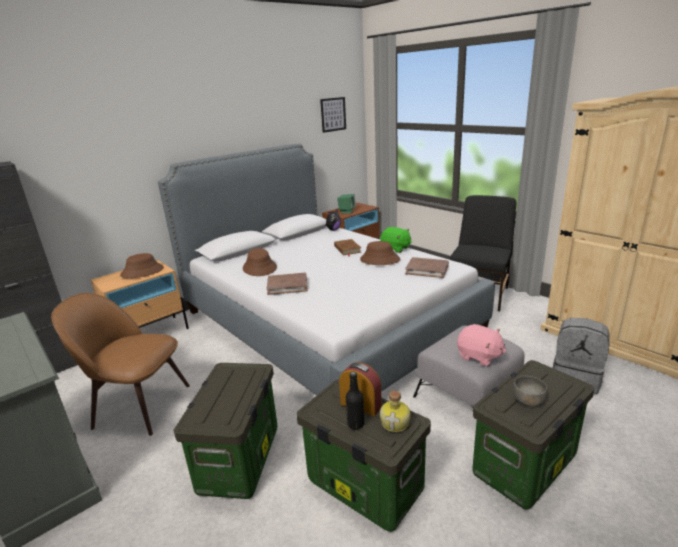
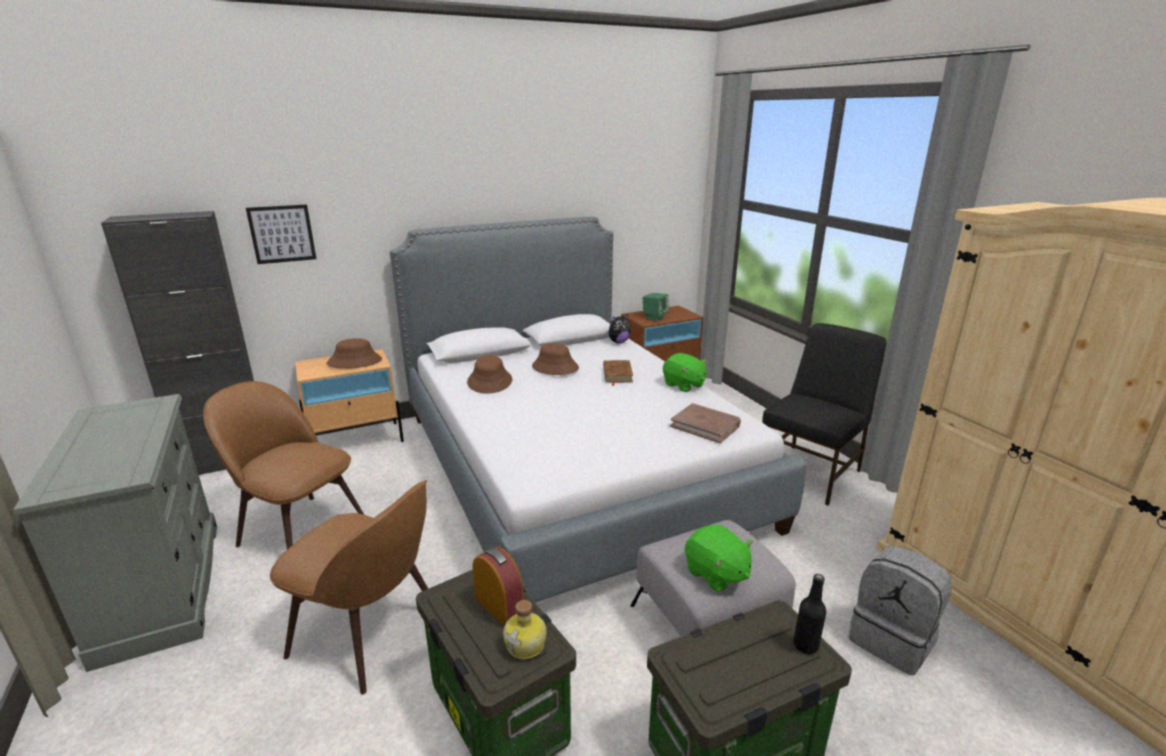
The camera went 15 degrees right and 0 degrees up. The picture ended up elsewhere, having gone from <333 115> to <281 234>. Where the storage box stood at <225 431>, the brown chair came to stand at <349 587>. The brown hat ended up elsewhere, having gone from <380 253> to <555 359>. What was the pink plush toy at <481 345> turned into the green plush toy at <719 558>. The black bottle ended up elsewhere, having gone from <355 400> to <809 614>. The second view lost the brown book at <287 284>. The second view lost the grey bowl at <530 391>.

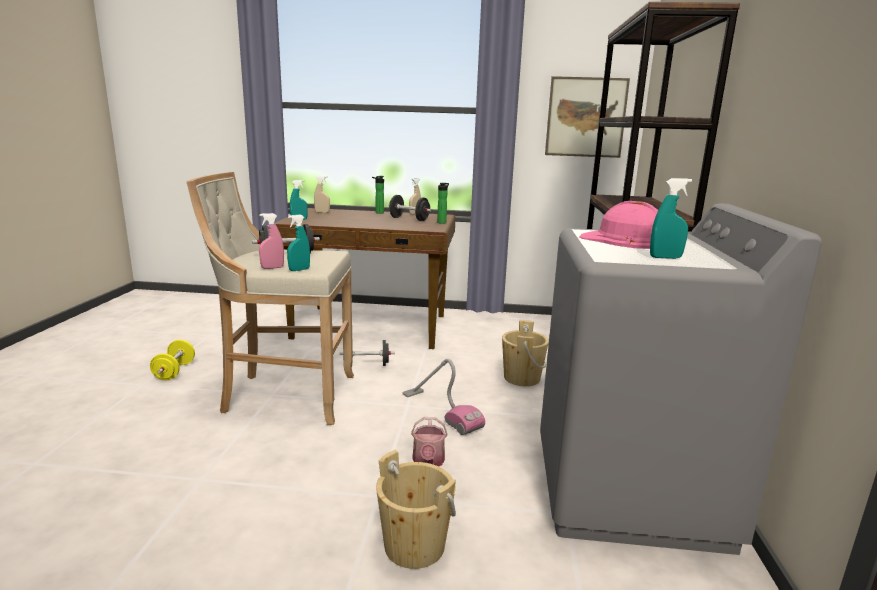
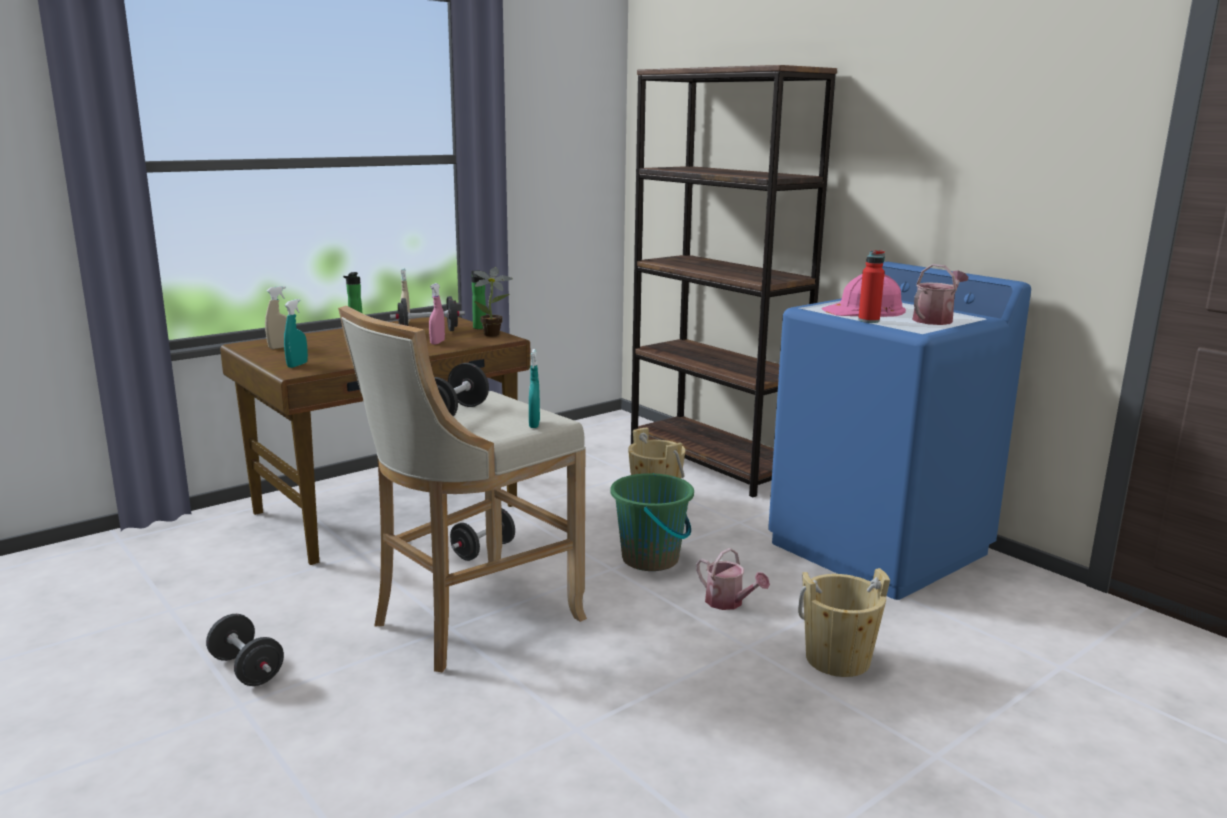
The camera went 45 degrees left and 0 degrees up. What was the yellow dumbbell at <172 360> turned into the black dumbbell at <245 650>. The pink spray bottle ended up elsewhere, having gone from <271 241> to <437 314>. The second view gained the potted plant at <493 301>. Where the vacuum cleaner stood at <444 397>, the green bucket came to stand at <652 522>. What was the grey washing machine at <681 379> turned into the blue washing machine at <899 431>. The second view gained the red bottle at <871 286>. Where the turquoise spray bottle stood at <671 218>, the watering can came to stand at <940 294>. The second view lost the picture at <587 117>.

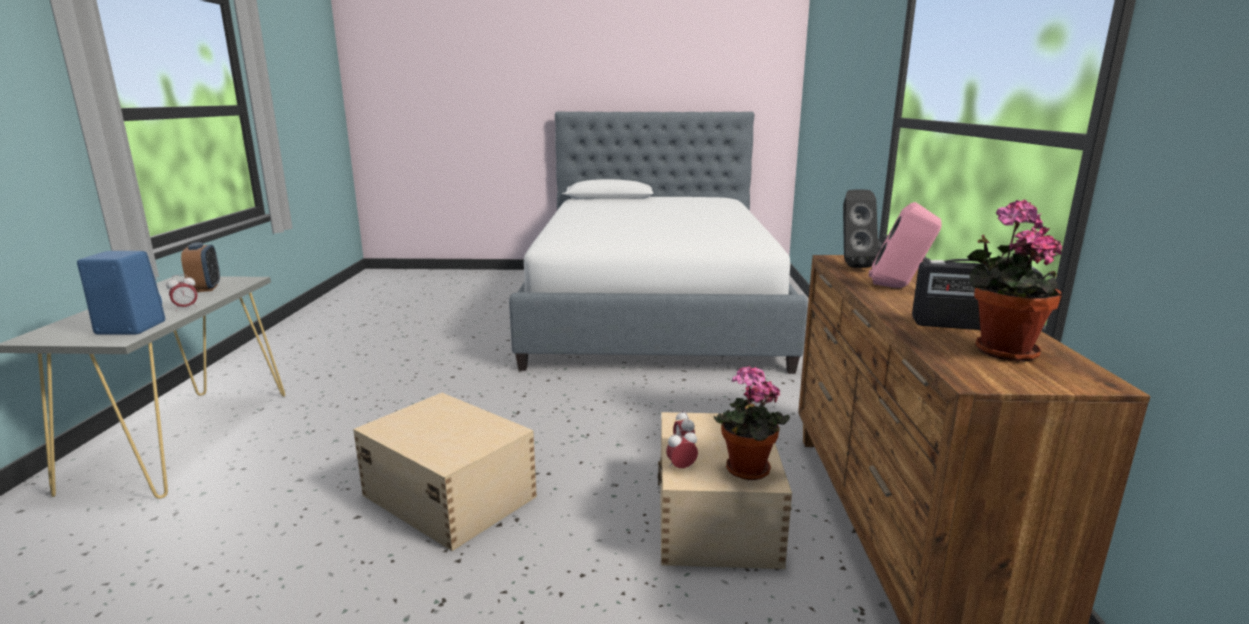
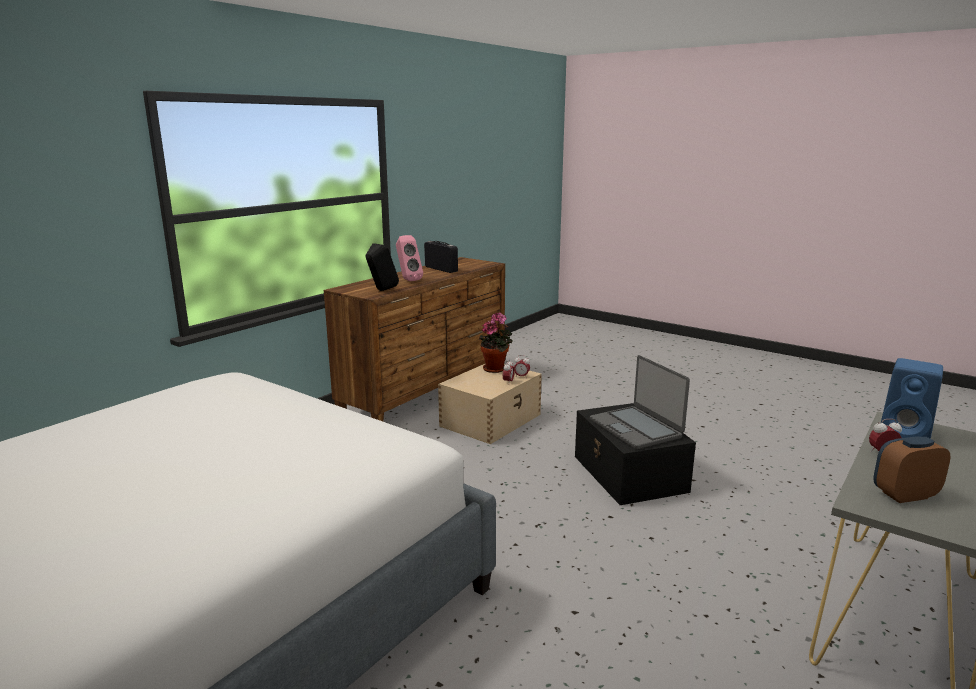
The camera went 145 degrees left and 0 degrees up. What was the beige storage box at <445 472> turned into the black storage box at <635 454>. The second view gained the laptop at <640 402>. The alarm clock at <200 267> ended up facing another way, 60 degrees clockwise from before. The second view lost the potted plant at <1014 281>.

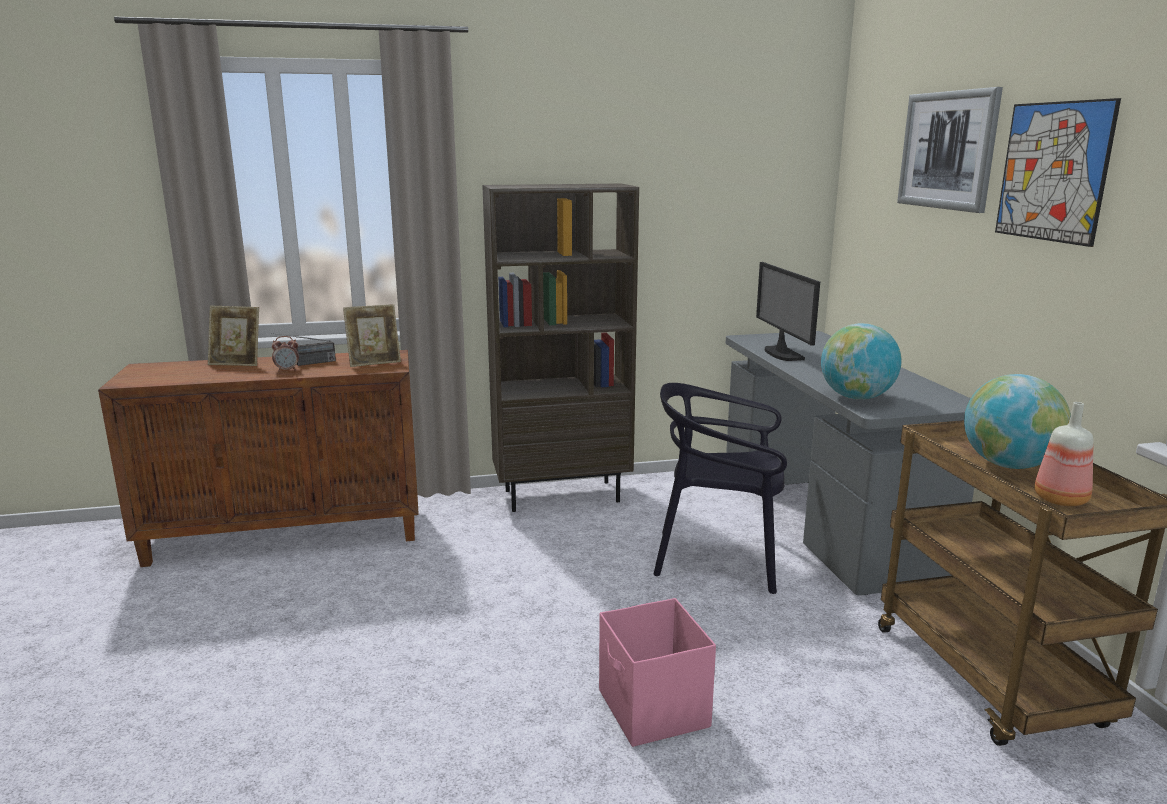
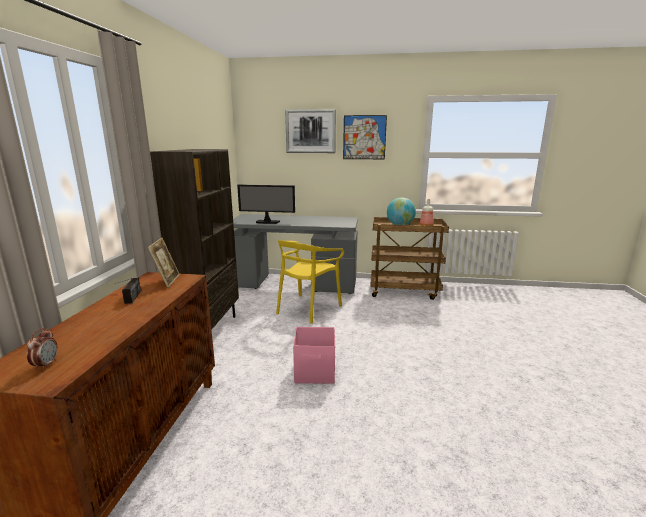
The camera went 70 degrees left and 0 degrees up. The alarm clock ended up elsewhere, having gone from <285 354> to <42 349>. What was the black chair at <720 488> turned into the yellow chair at <310 282>. The pink storage box ended up elsewhere, having gone from <657 672> to <314 355>. The second view lost the picture frame at <233 336>. The second view lost the globe at <861 361>.

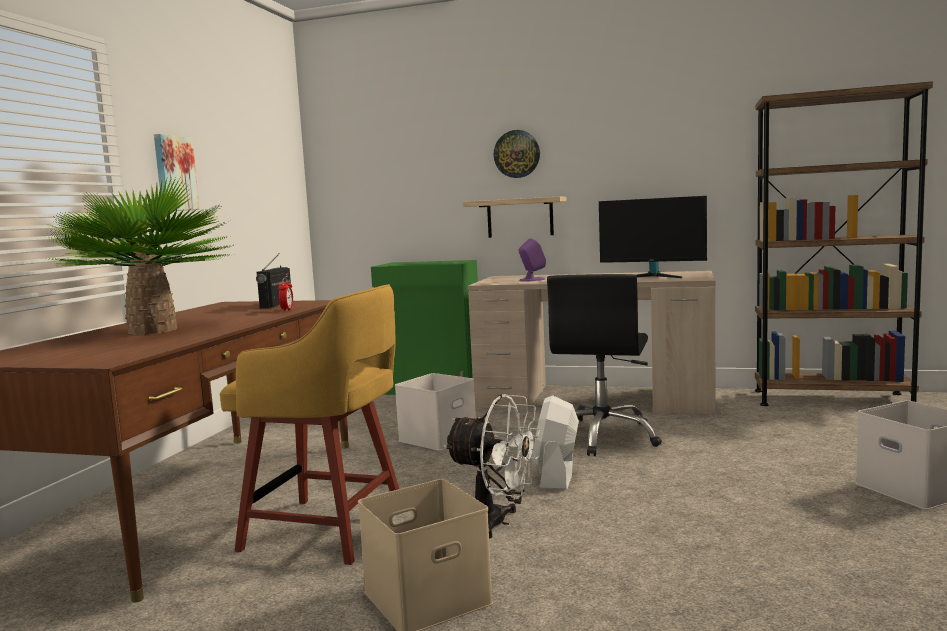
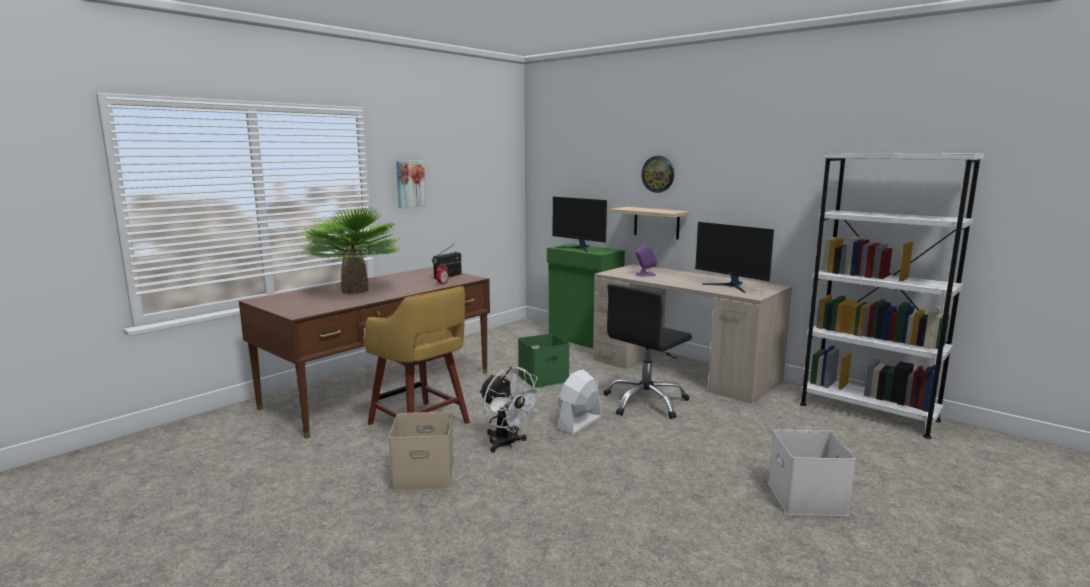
The camera went 25 degrees right and 5 degrees up. What was the white storage box at <435 412> turned into the green storage box at <544 360>. The second view gained the monitor at <579 224>. What was the brown bookcase at <844 243> turned into the white bookcase at <892 296>.

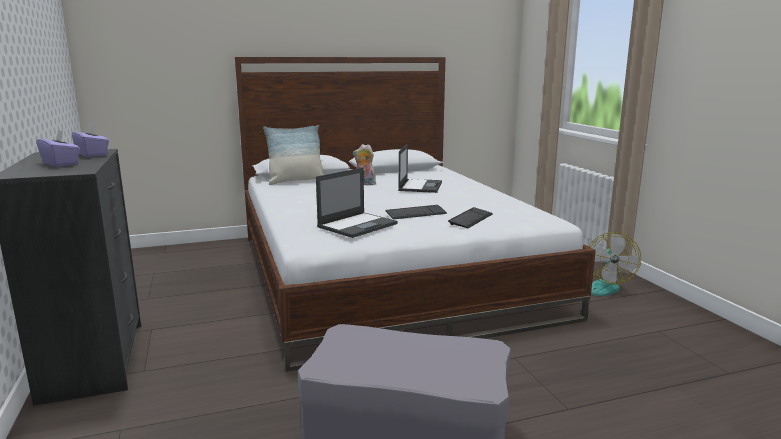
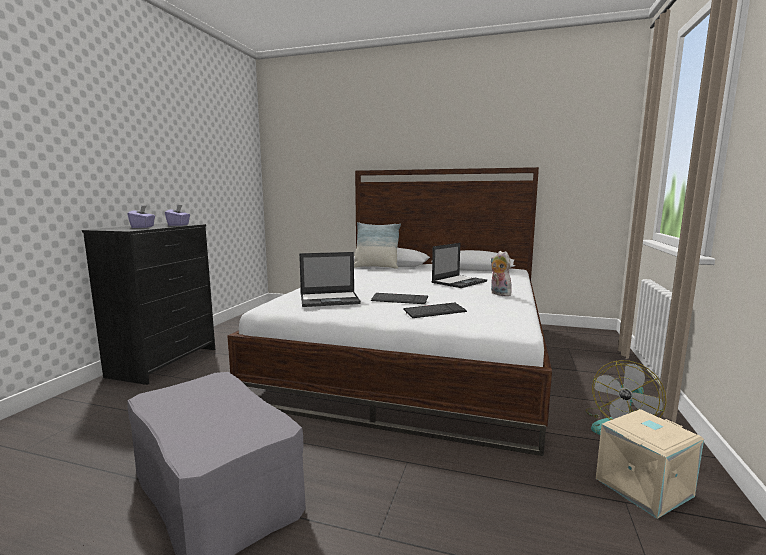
The camera went 35 degrees right and 5 degrees down. The plush toy ended up elsewhere, having gone from <364 164> to <501 273>. The second view gained the beige storage box at <650 464>.

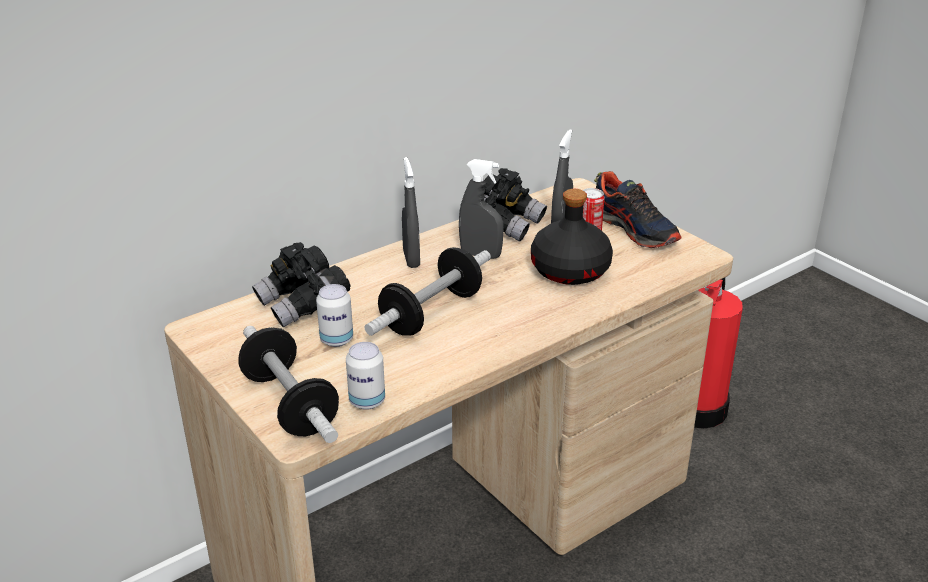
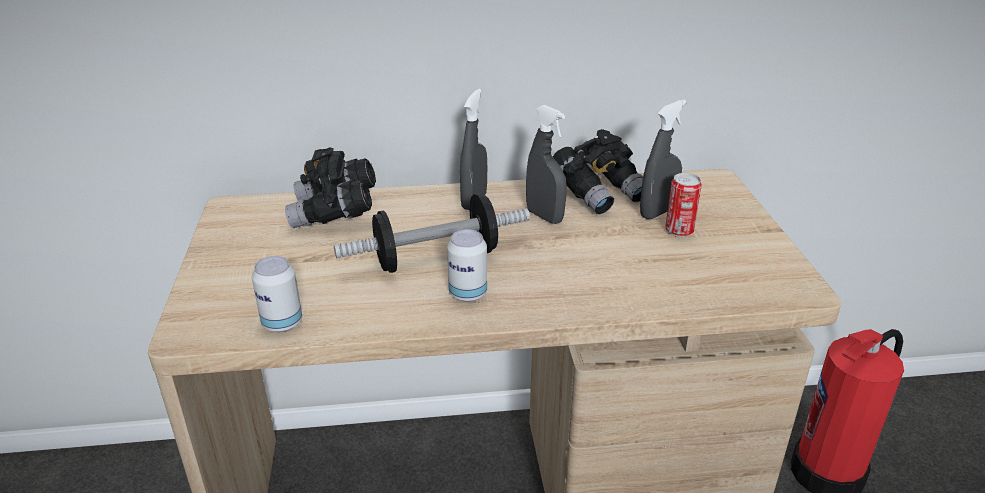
The camera went 30 degrees right and 0 degrees up. The can ended up elsewhere, having gone from <334 315> to <467 265>. The second view lost the dumbbell at <288 384>. The second view lost the black bottle at <572 237>. The second view lost the shoe at <637 209>.

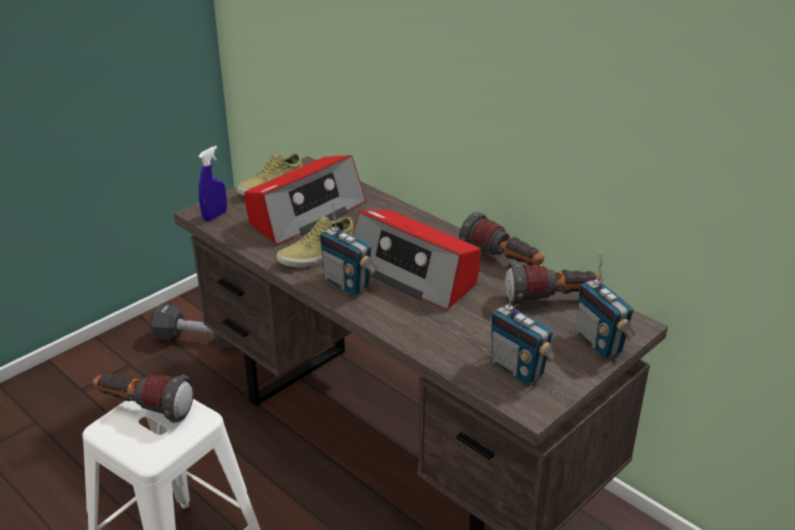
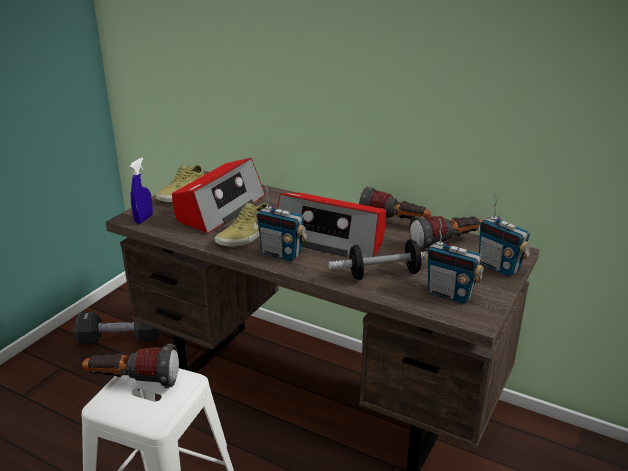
The camera went 15 degrees left and 5 degrees down. The second view gained the dumbbell at <377 259>.

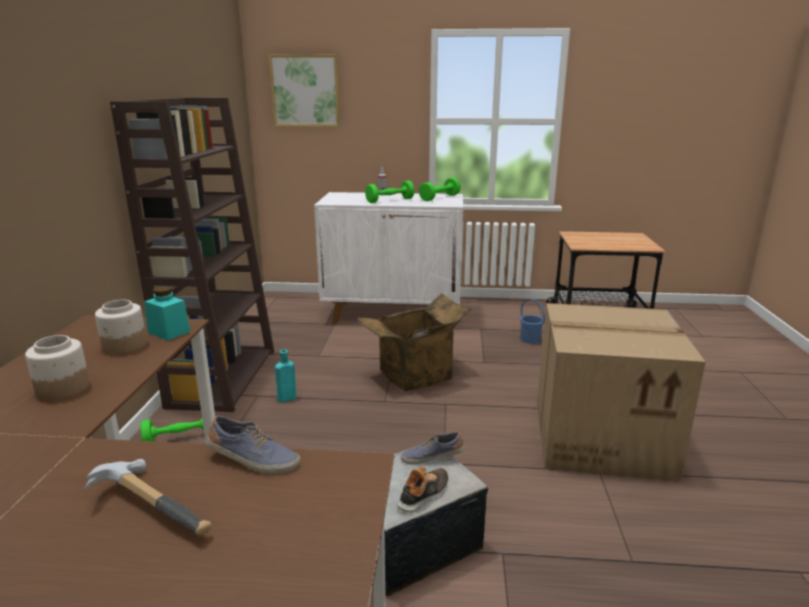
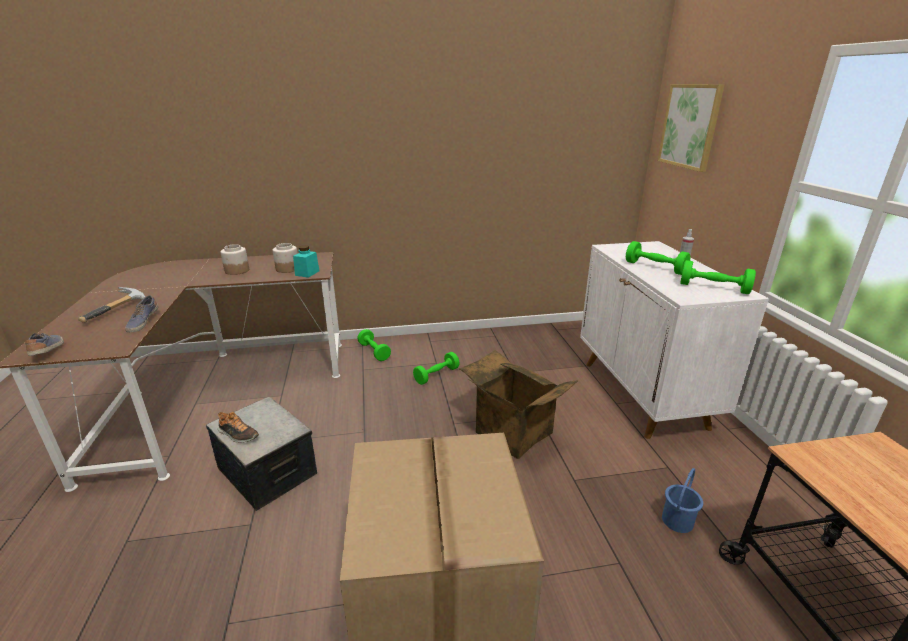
The camera went 75 degrees right and 5 degrees up. The shoe ended up elsewhere, having gone from <433 448> to <44 344>. Where the turquoise bottle stood at <286 376>, the green dumbbell came to stand at <436 368>. The second view lost the brown bookcase at <192 255>.

